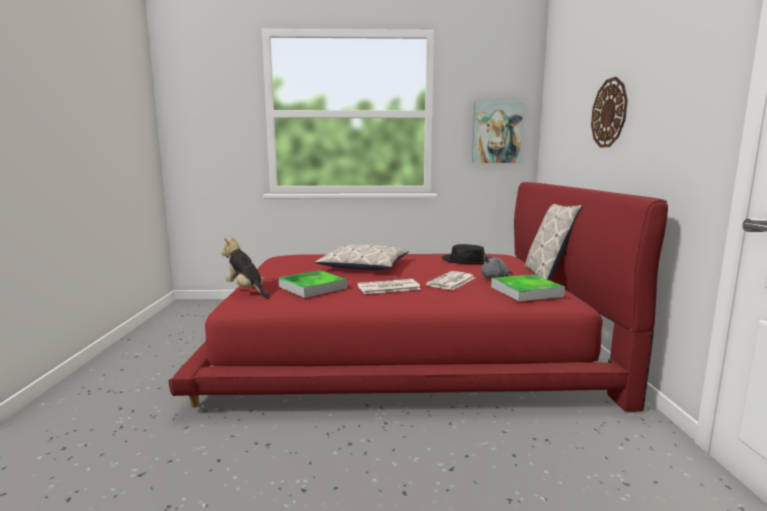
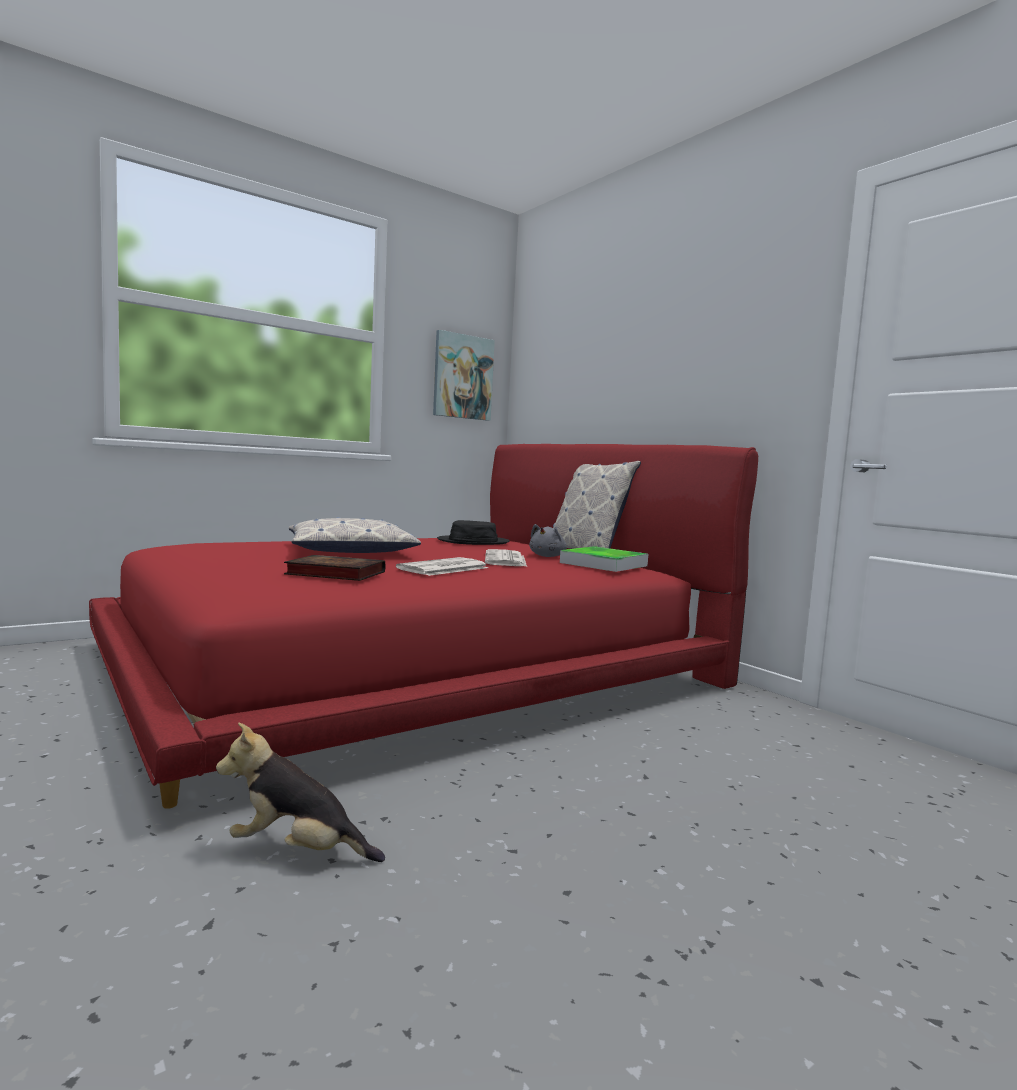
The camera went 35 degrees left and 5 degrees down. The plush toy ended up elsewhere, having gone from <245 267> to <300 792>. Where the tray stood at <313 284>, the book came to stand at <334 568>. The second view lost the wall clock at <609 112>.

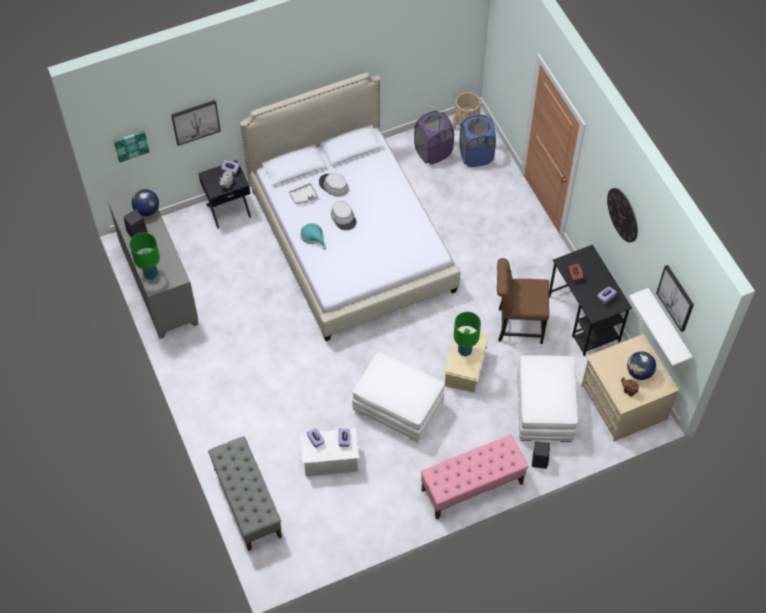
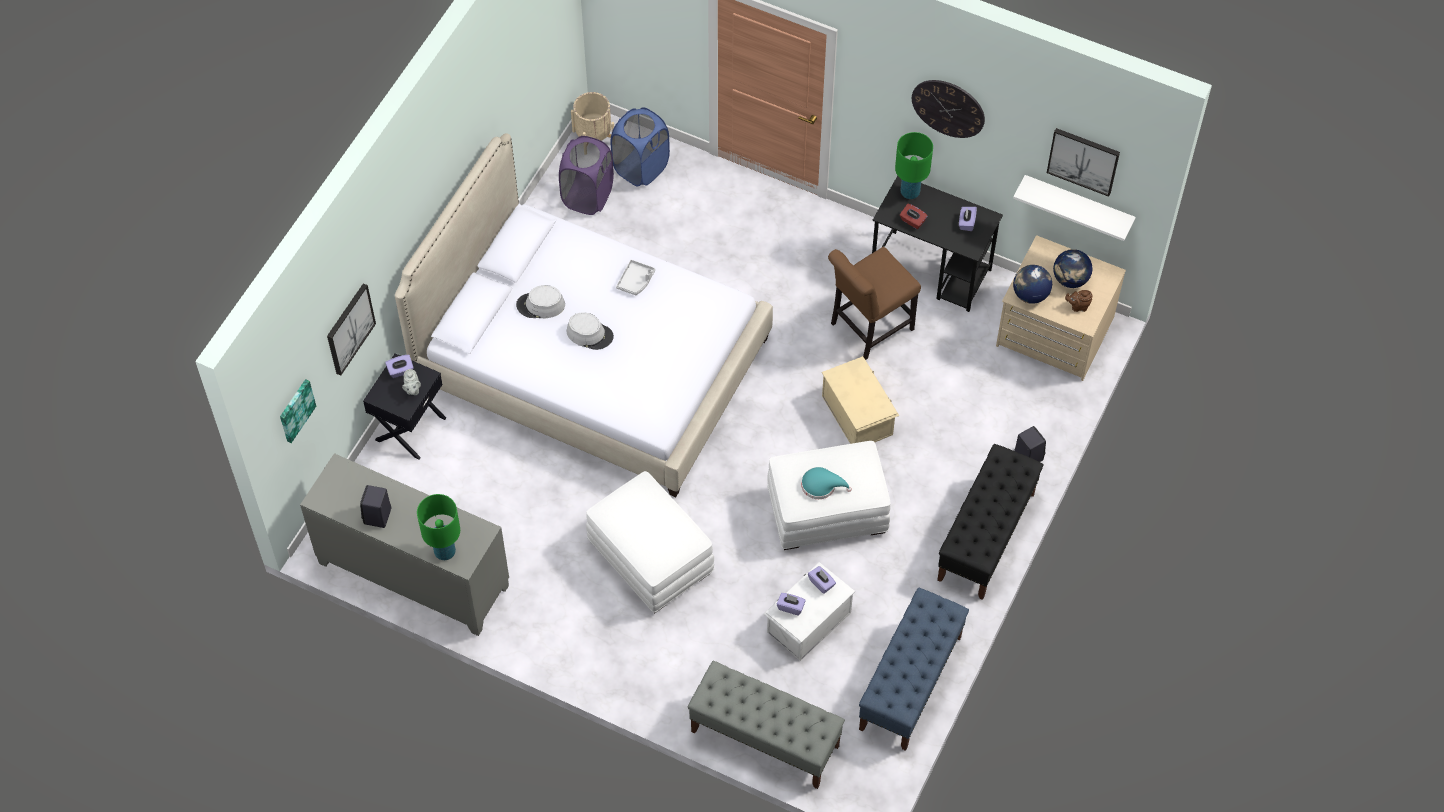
The camera went 40 degrees left and 0 degrees up. The white ottoman ended up elsewhere, having gone from <547 398> to <650 542>. The grey tray ended up elsewhere, having gone from <304 193> to <635 277>. The turquoise hat ended up elsewhere, having gone from <313 236> to <826 483>. The second view gained the blue bench at <914 669>. The green table lamp ended up elsewhere, having gone from <467 334> to <914 165>. What was the pink bench at <475 477> turned into the black bench at <990 522>. The globe ended up elsewhere, having gone from <145 202> to <1032 284>.

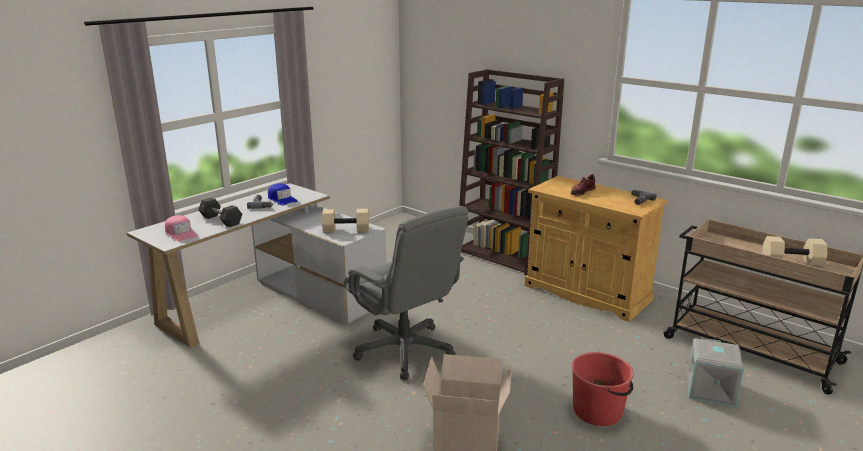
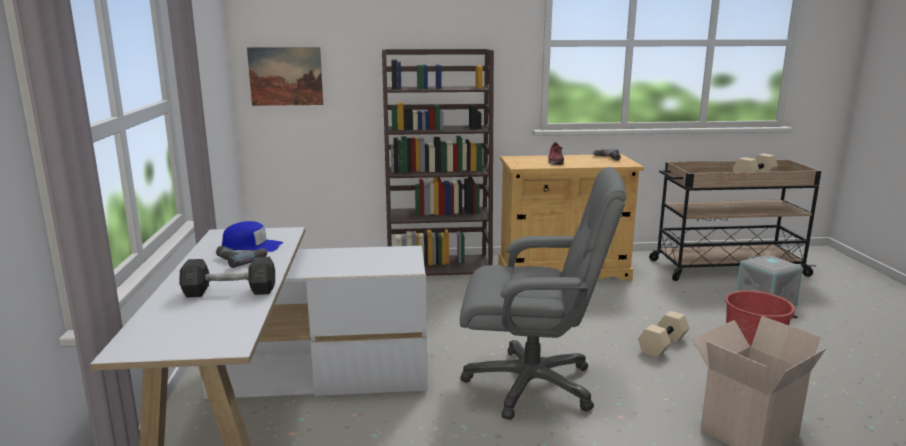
The camera went 45 degrees left and 5 degrees down. The second view gained the picture at <285 76>. The beige dumbbell ended up elsewhere, having gone from <345 220> to <663 334>. The second view lost the pink cap at <181 228>.

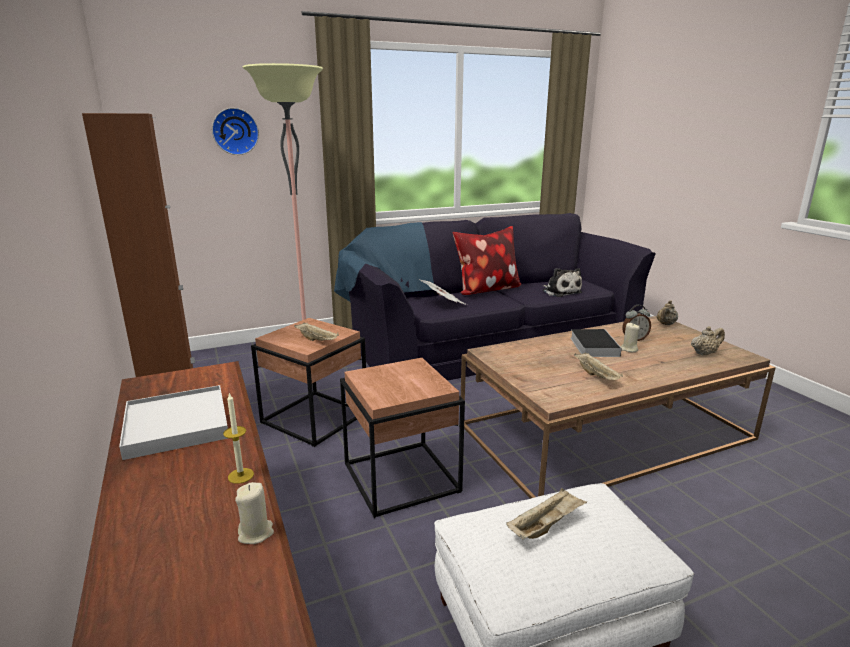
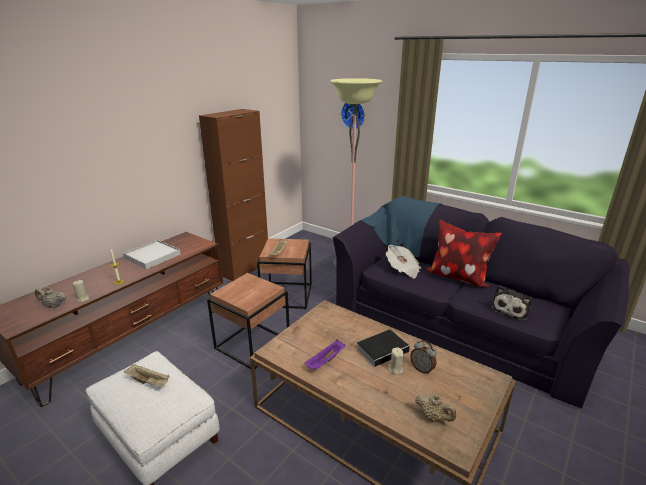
The camera went 60 degrees right and 5 degrees up. The beige teapot ended up elsewhere, having gone from <667 312> to <51 297>. What was the beige tray at <598 366> turned into the purple tray at <324 355>.

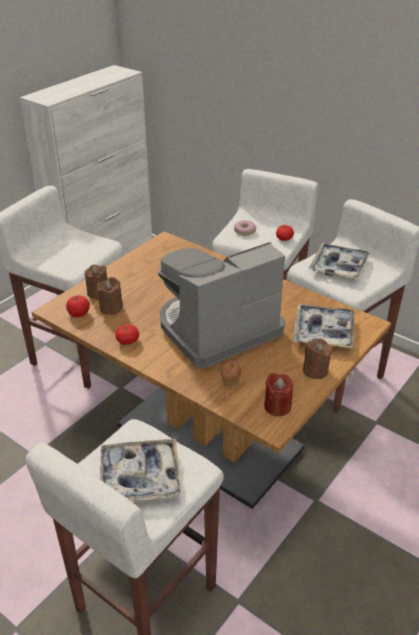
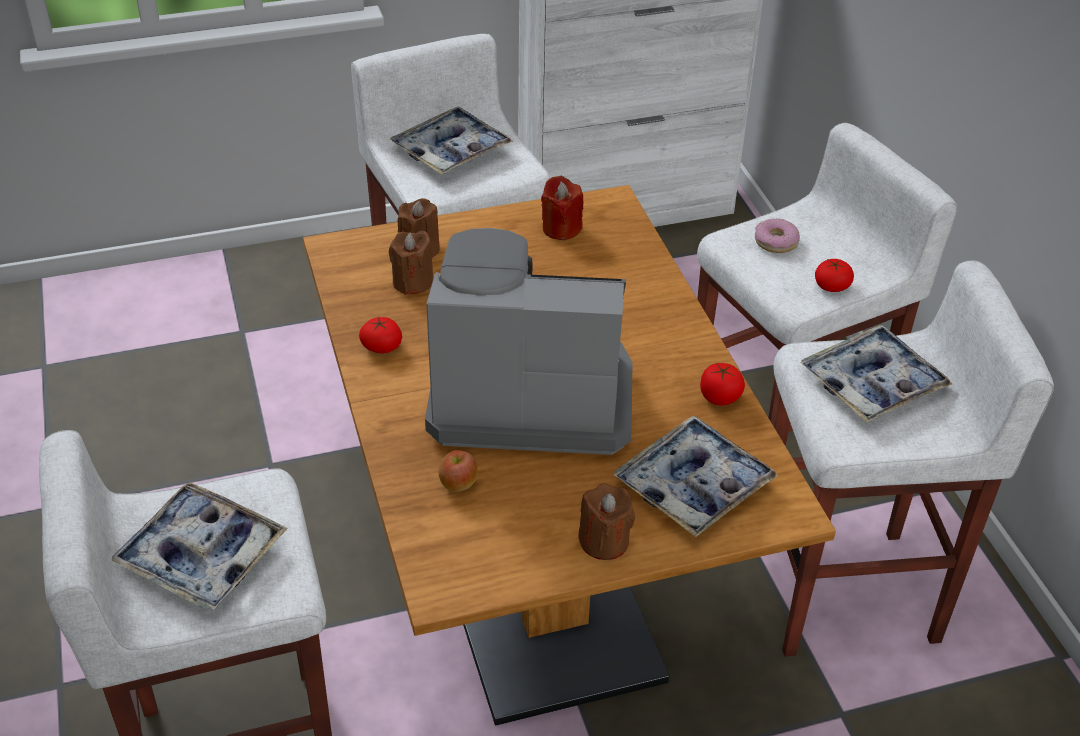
The camera went 35 degrees right and 5 degrees up. The second view gained the tray at <451 141>. The red candle ended up elsewhere, having gone from <278 394> to <562 208>. The tomato ended up elsewhere, having gone from <78 307> to <722 384>.

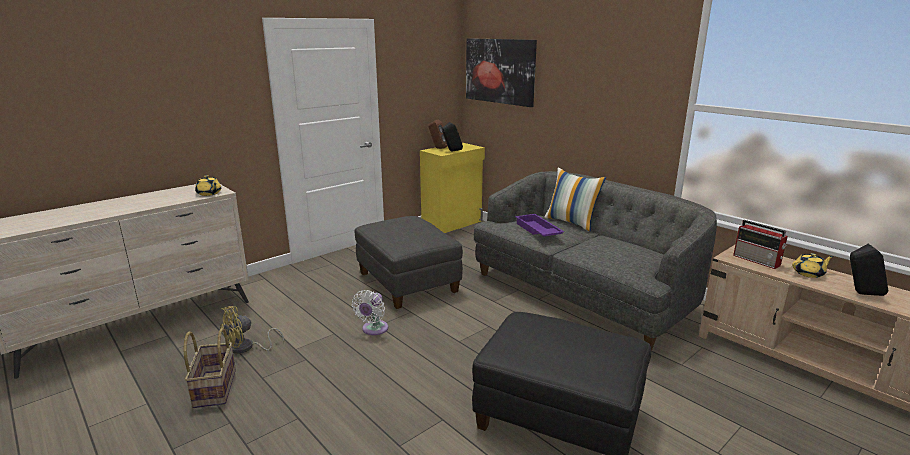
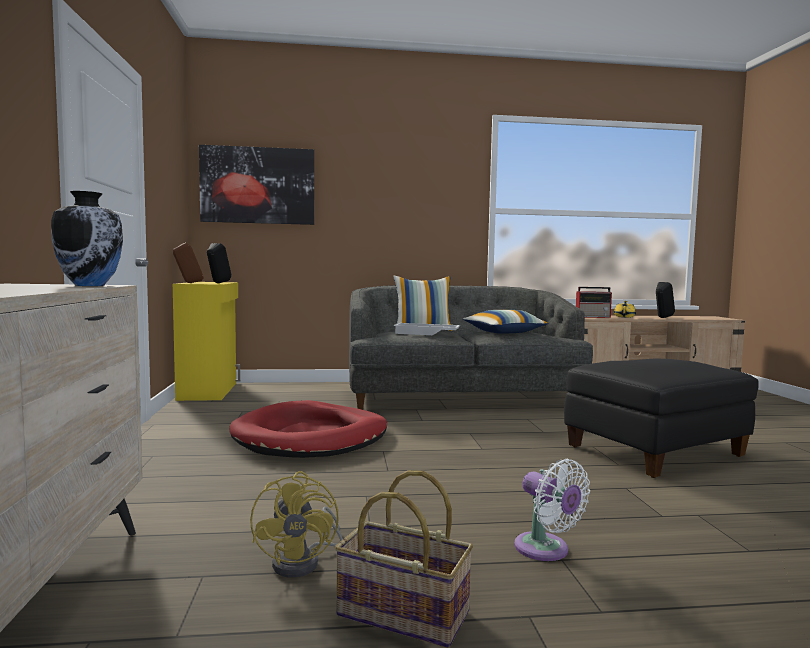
The camera went 55 degrees left and 15 degrees down. Where the yellow teapot stood at <208 185>, the vase came to stand at <87 238>. Where the grey ottoman stood at <409 262>, the red dog bed came to stand at <308 429>. What was the purple tray at <539 225> turned into the white tray at <427 329>. The second view gained the pillow at <505 322>. The white fan ended up elsewhere, having gone from <370 312> to <552 510>.

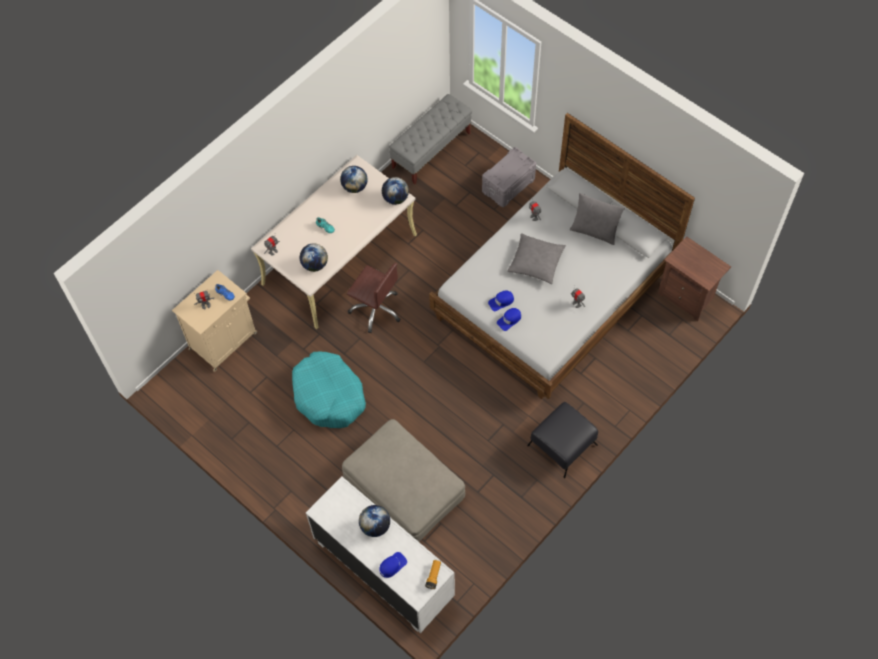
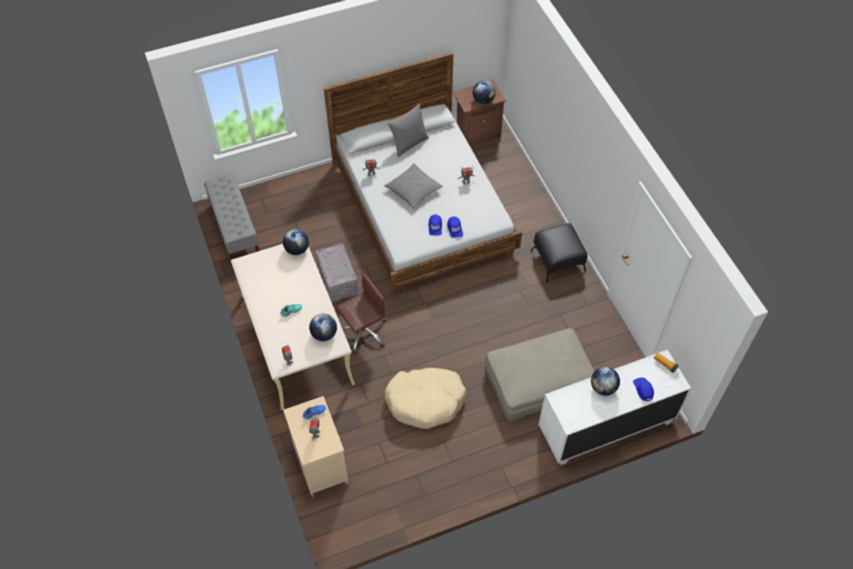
The camera went 65 degrees left and 5 degrees down. The grey storage box ended up elsewhere, having gone from <509 177> to <337 273>. What was the turquoise dog bed at <329 389> turned into the beige dog bed at <425 398>. The globe ended up elsewhere, having gone from <354 179> to <484 92>.

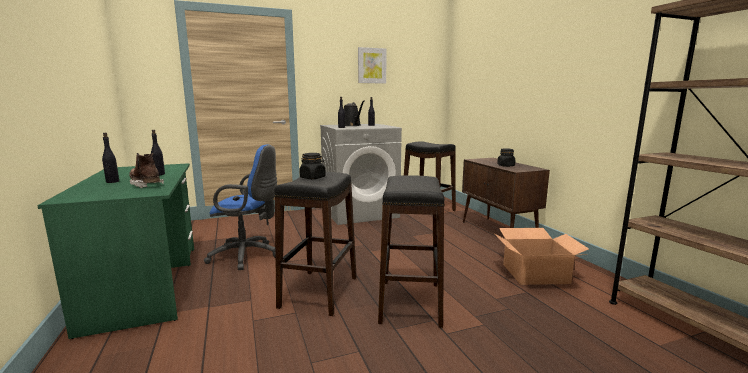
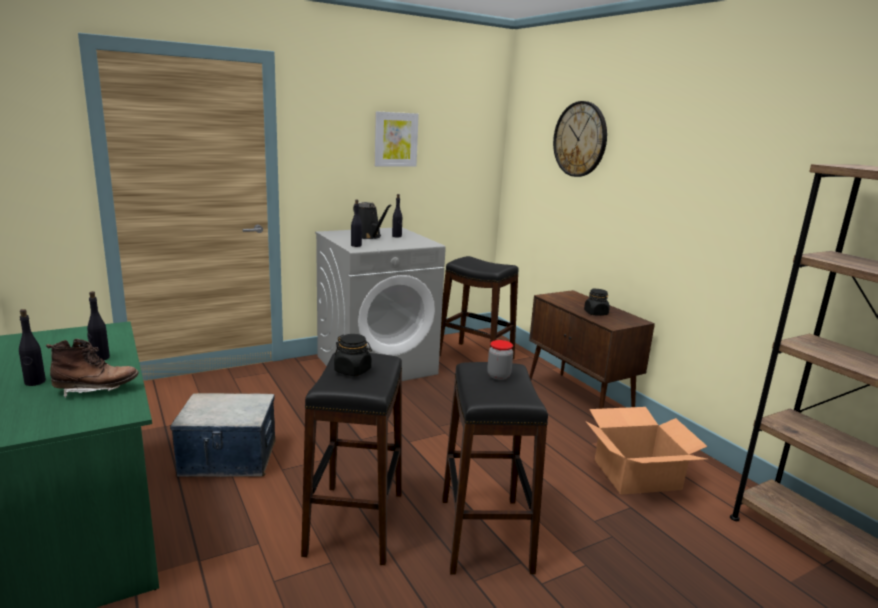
The camera went 10 degrees left and 5 degrees up. The brown boot at <146 170> ended up facing another way, 135 degrees clockwise from before. Where the blue office chair stood at <240 207>, the storage box came to stand at <223 435>. The second view gained the jar at <500 360>. The second view gained the wall clock at <580 139>.

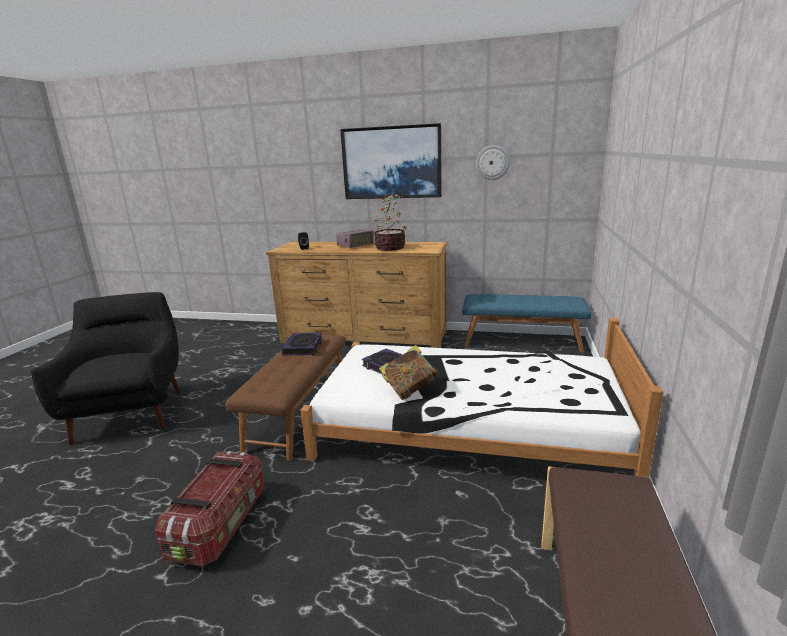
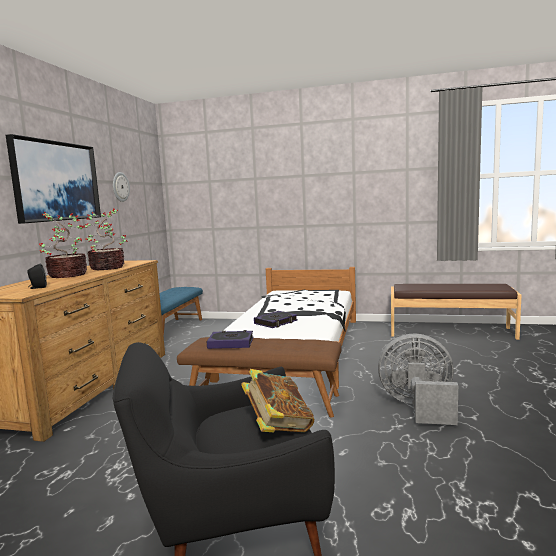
The camera went 90 degrees left and 10 degrees down. Where the radio stood at <355 239>, the potted plant came to stand at <63 245>. The book ended up elsewhere, having gone from <408 372> to <277 400>. Where the storage box stood at <210 508>, the grey fan came to stand at <418 379>.

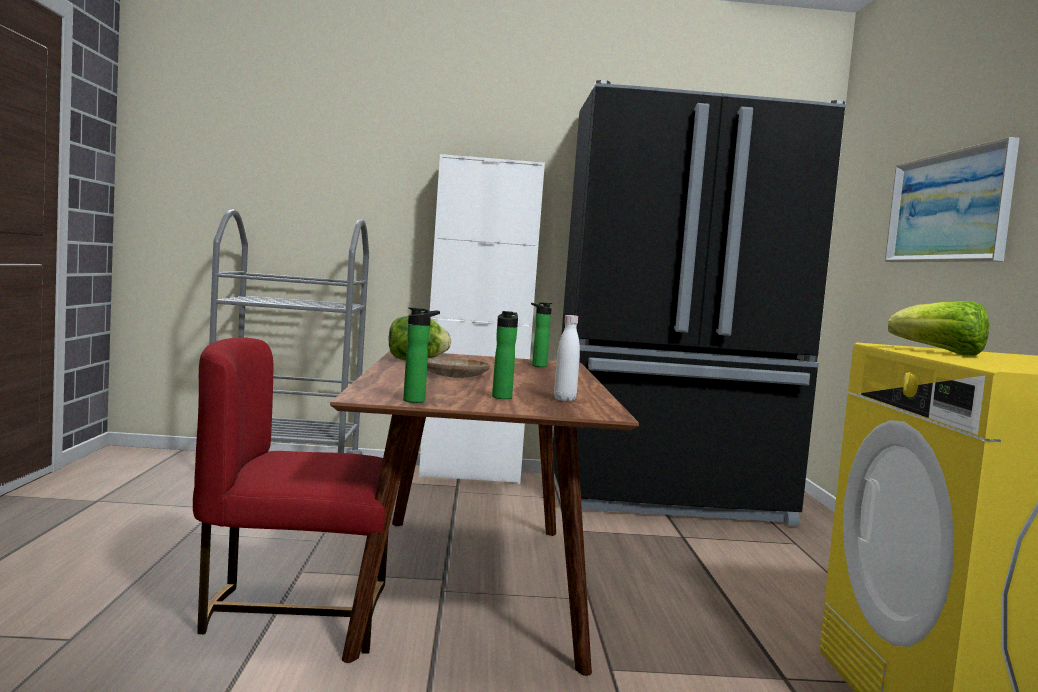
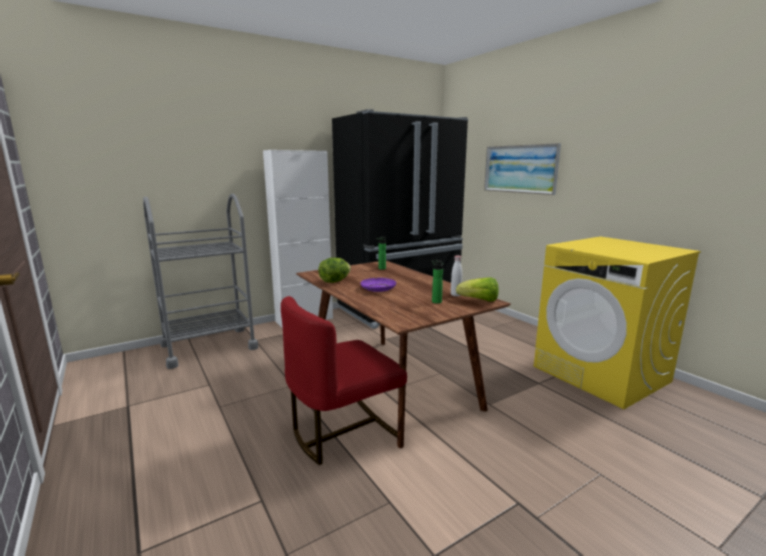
The camera went 30 degrees left and 10 degrees up. What was the beige plate at <458 367> turned into the purple plate at <378 285>. The lettuce ended up elsewhere, having gone from <938 328> to <477 289>. The second view lost the bottle at <421 355>.

